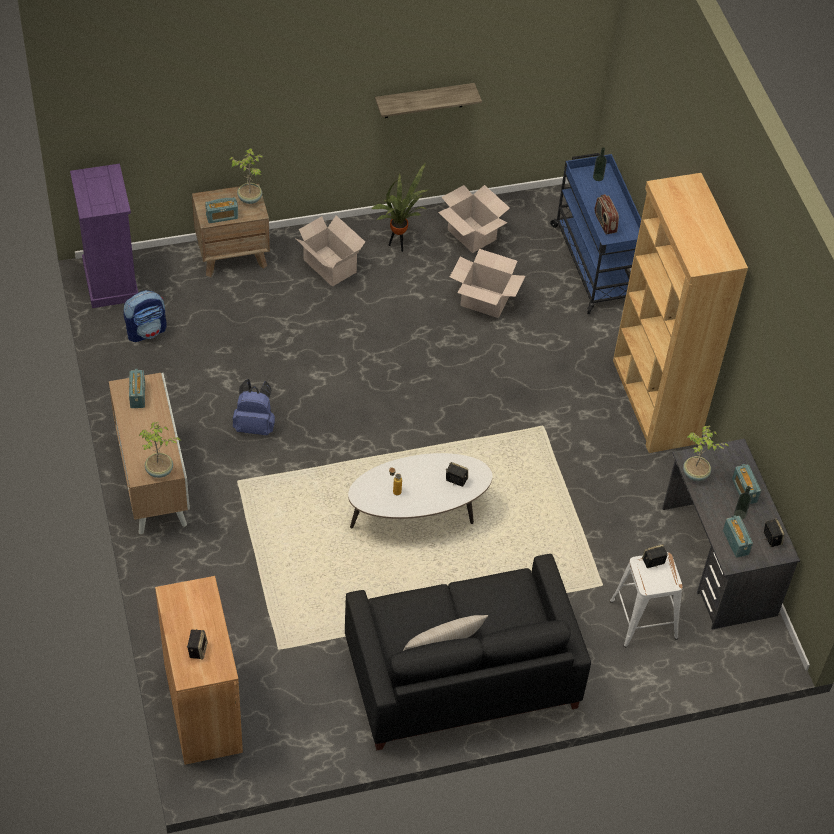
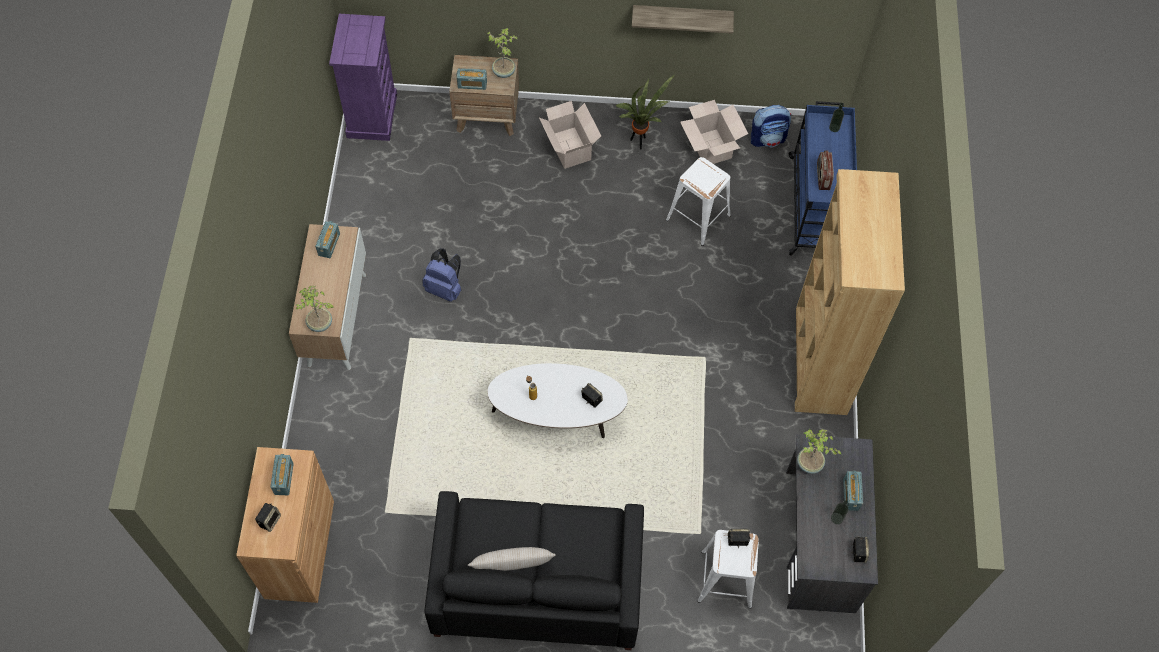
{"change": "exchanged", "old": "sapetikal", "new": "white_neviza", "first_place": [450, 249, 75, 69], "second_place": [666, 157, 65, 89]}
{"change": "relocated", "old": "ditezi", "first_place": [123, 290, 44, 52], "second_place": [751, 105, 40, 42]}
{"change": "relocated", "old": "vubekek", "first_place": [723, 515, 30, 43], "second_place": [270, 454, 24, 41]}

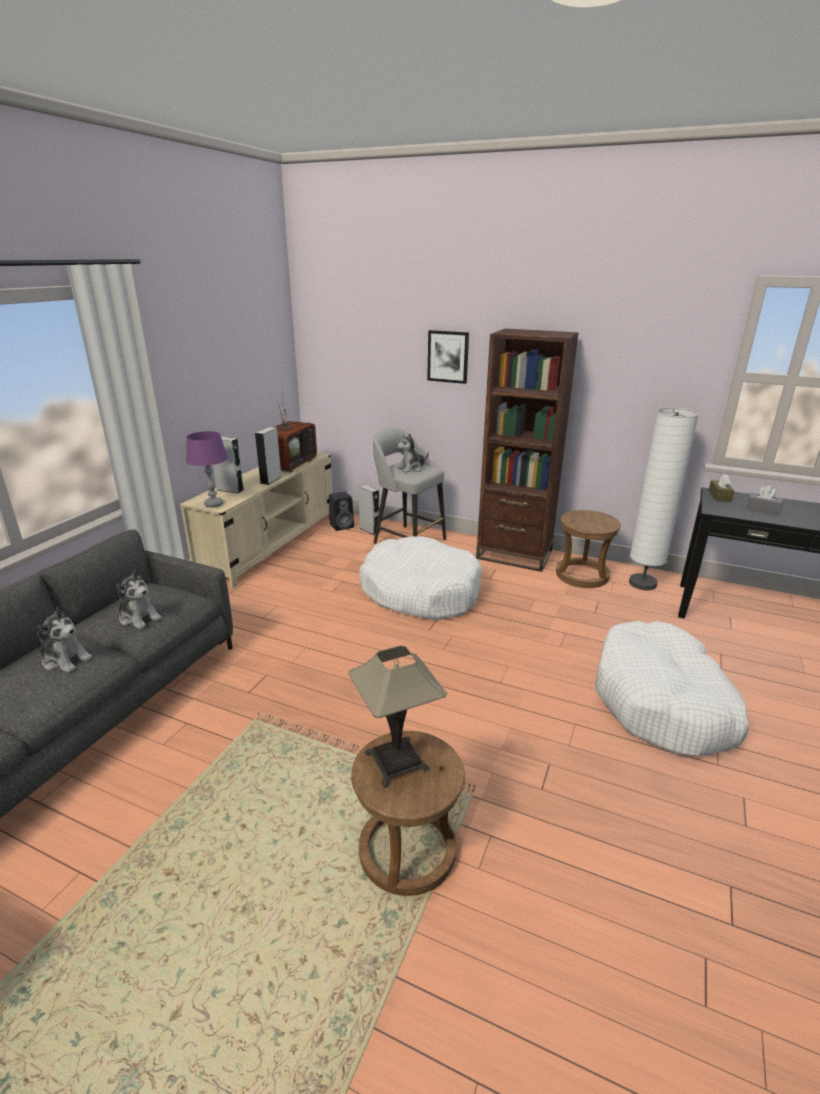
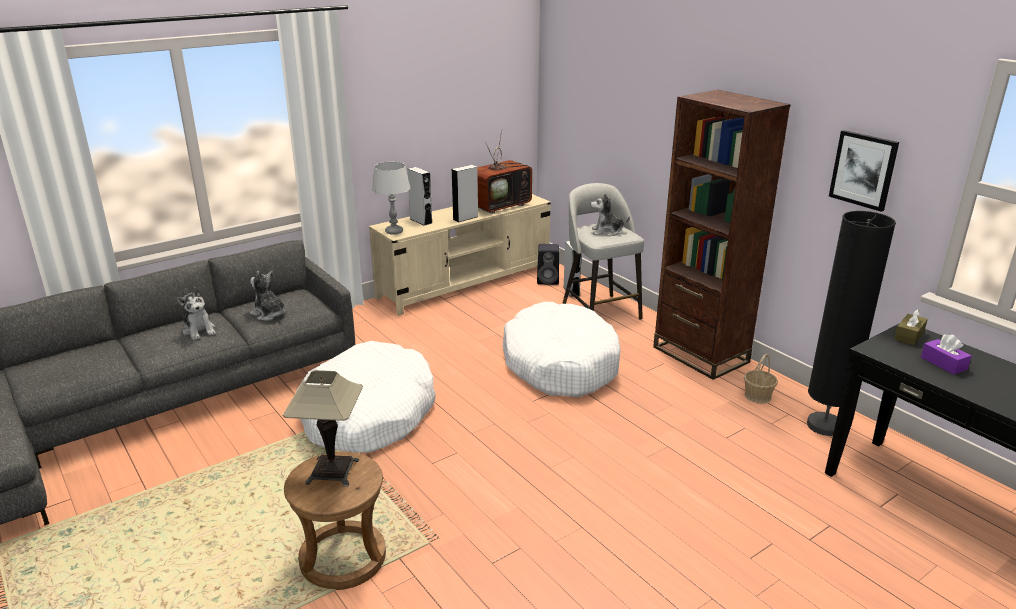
{"change": "relocated", "old": "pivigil", "first_place": [427, 330, 42, 54], "second_place": [829, 130, 70, 82]}
{"change": "colour", "old": "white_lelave", "new": "black_lelave", "first_place": [629, 408, 70, 182], "second_place": [807, 211, 89, 225]}
{"change": "colour", "old": "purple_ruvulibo", "new": "grey_ruvulibo", "first_place": [186, 431, 42, 76], "second_place": [372, 162, 38, 73]}
{"change": "colour", "old": "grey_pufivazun", "new": "purple_pufivazun", "first_place": [746, 486, 37, 29], "second_place": [921, 334, 51, 41]}
{"change": "exchanged", "old": "brown_neviza", "new": "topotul", "first_place": [556, 510, 65, 78], "second_place": [744, 354, 34, 50]}
{"change": "spun", "old": "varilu", "first_place": [116, 570, 46, 59], "second_place": [250, 271, 35, 50], "degrees": 150}
{"change": "relocated", "old": "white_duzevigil", "first_place": [595, 621, 154, 135], "second_place": [296, 341, 140, 112]}

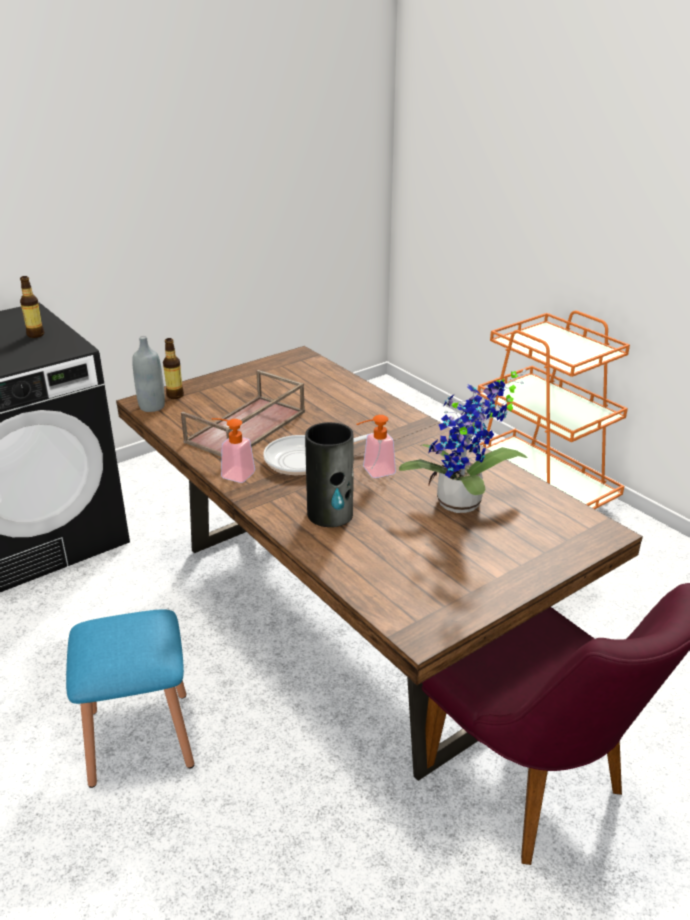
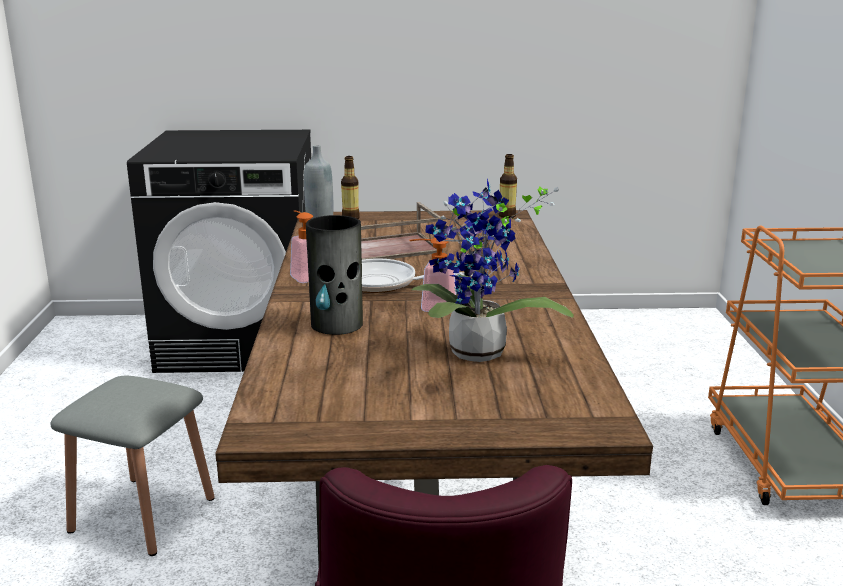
{"change": "relocated", "old": "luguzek", "first_place": [20, 276, 24, 62], "second_place": [499, 154, 18, 64]}
{"change": "colour", "old": "blue_neviza", "new": "grey_neviza", "first_place": [66, 609, 128, 179], "second_place": [50, 376, 165, 180]}

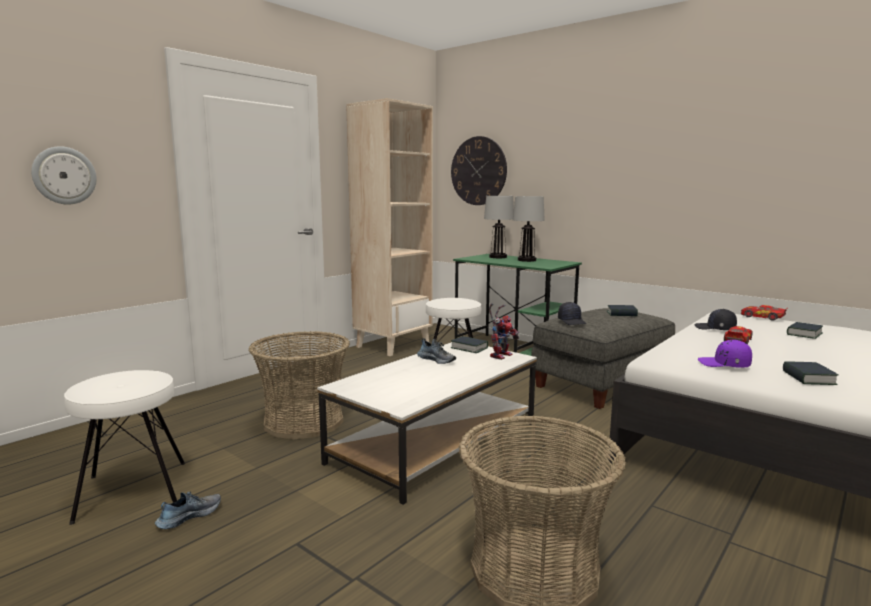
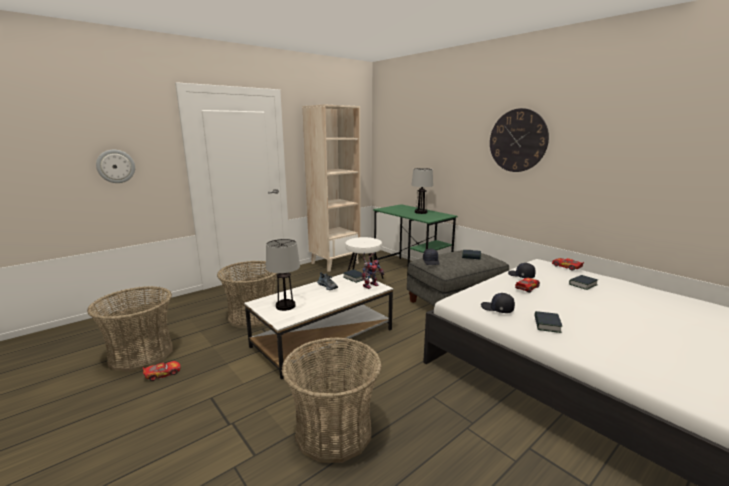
{"change": "relocated", "old": "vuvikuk", "first_place": [451, 136, 56, 69], "second_place": [490, 108, 59, 64]}
{"change": "relocated", "old": "ruvulibo", "first_place": [484, 196, 30, 62], "second_place": [266, 239, 34, 72]}
{"change": "colour", "old": "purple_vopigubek", "new": "black_vopigubek", "first_place": [698, 340, 54, 28], "second_place": [481, 293, 34, 20]}
{"change": "exchanged", "old": "white_neviza", "new": "topotul", "first_place": [64, 370, 121, 155], "second_place": [87, 286, 86, 86]}
{"change": "exchanged", "old": "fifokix", "new": "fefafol", "first_place": [155, 491, 66, 38], "second_place": [143, 361, 38, 20]}

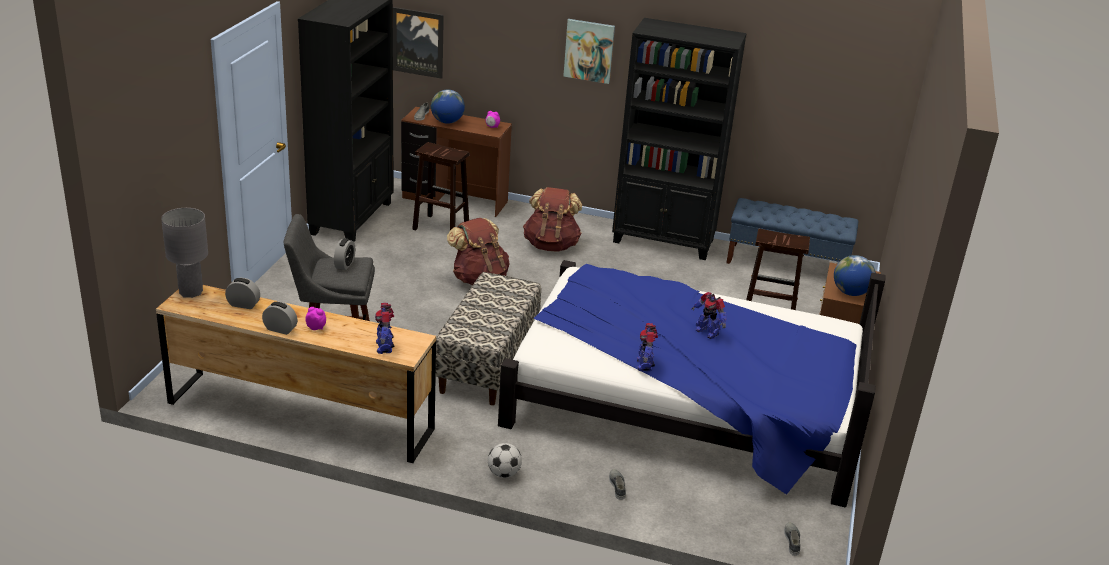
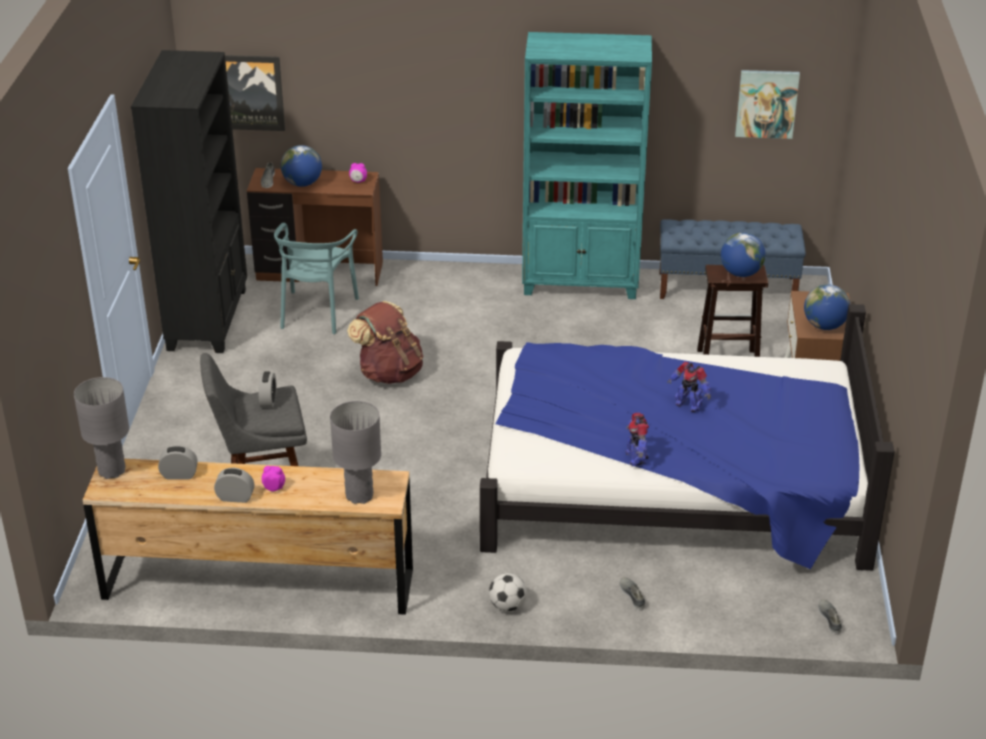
{"change": "colour", "old": "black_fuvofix", "new": "turquoise_fuvofix", "first_place": [612, 18, 135, 242], "second_place": [522, 32, 130, 267]}
{"change": "relocated", "old": "pivigil", "first_place": [563, 19, 52, 65], "second_place": [735, 70, 65, 69]}
{"change": "exchanged", "old": "brown_neviza", "new": "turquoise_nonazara", "first_place": [412, 142, 57, 88], "second_place": [274, 223, 85, 111]}
{"change": "missing", "old": "brown_ditezi", "first_place": [523, 187, 59, 65]}
{"change": "missing", "old": "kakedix", "first_place": [436, 272, 105, 133]}
{"change": "exchanged", "old": "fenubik", "new": "grey_ruvulibo", "first_place": [375, 303, 20, 51], "second_place": [330, 401, 51, 103]}
{"change": "appeared", "new": "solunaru", "second_place": [721, 233, 45, 44]}

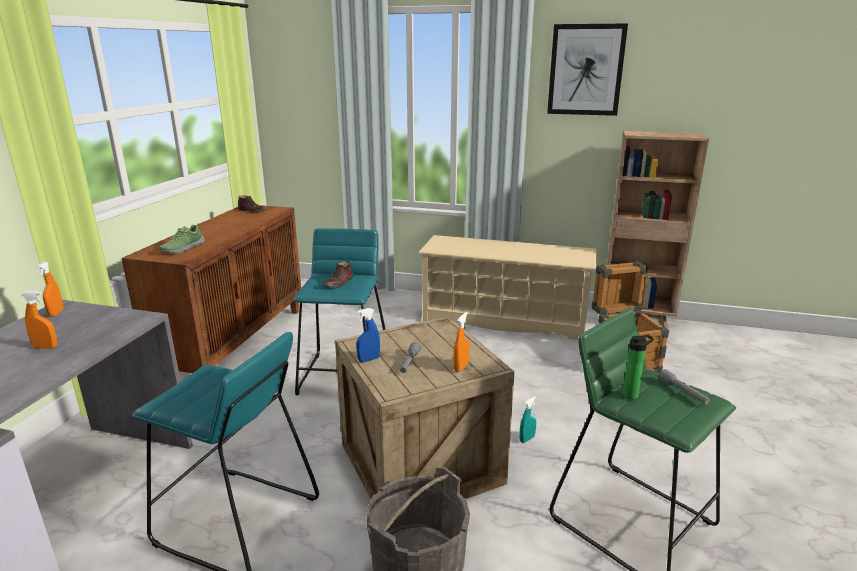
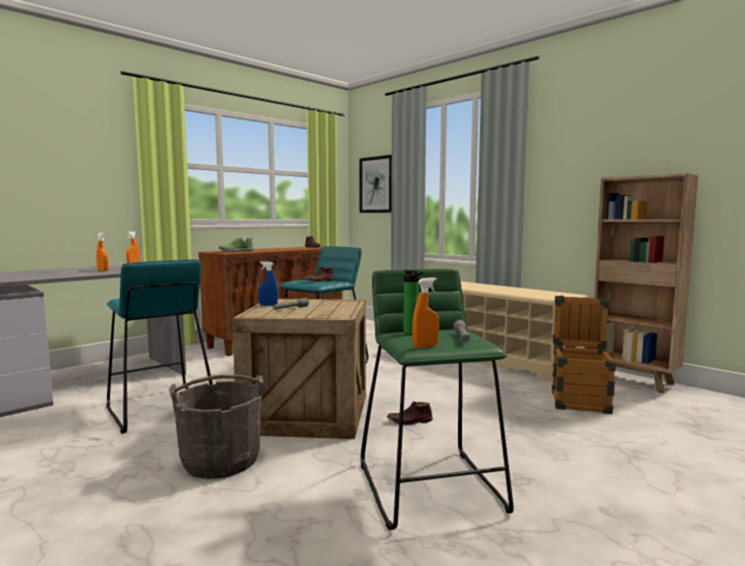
{"change": "relocated", "old": "pivigil", "first_place": [547, 24, 81, 92], "second_place": [359, 155, 33, 58]}
{"change": "relocated", "old": "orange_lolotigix", "first_place": [453, 312, 16, 60], "second_place": [412, 277, 27, 71]}
{"change": "exchanged", "old": "turquoise_lolotigix", "new": "brown_fifokix", "first_place": [519, 396, 17, 47], "second_place": [387, 401, 46, 24]}

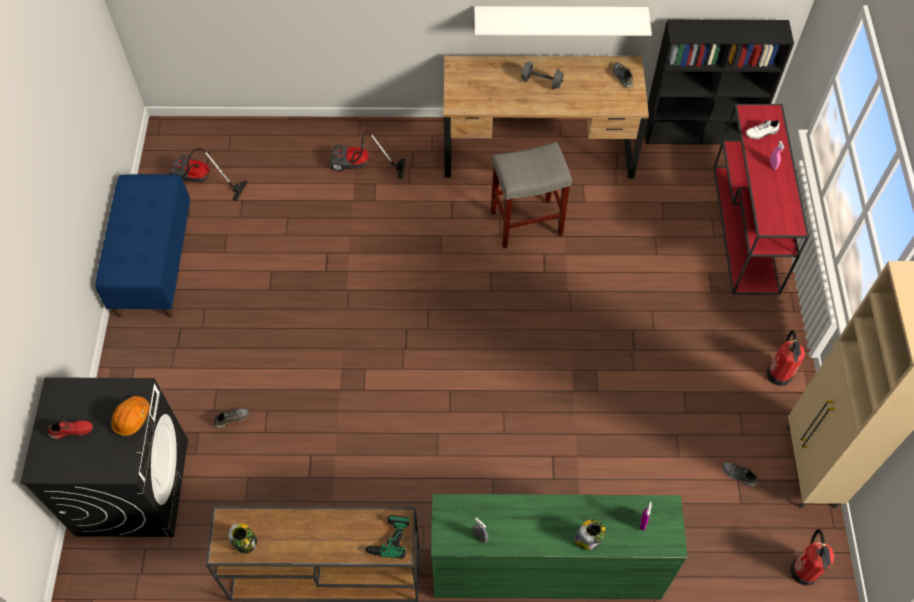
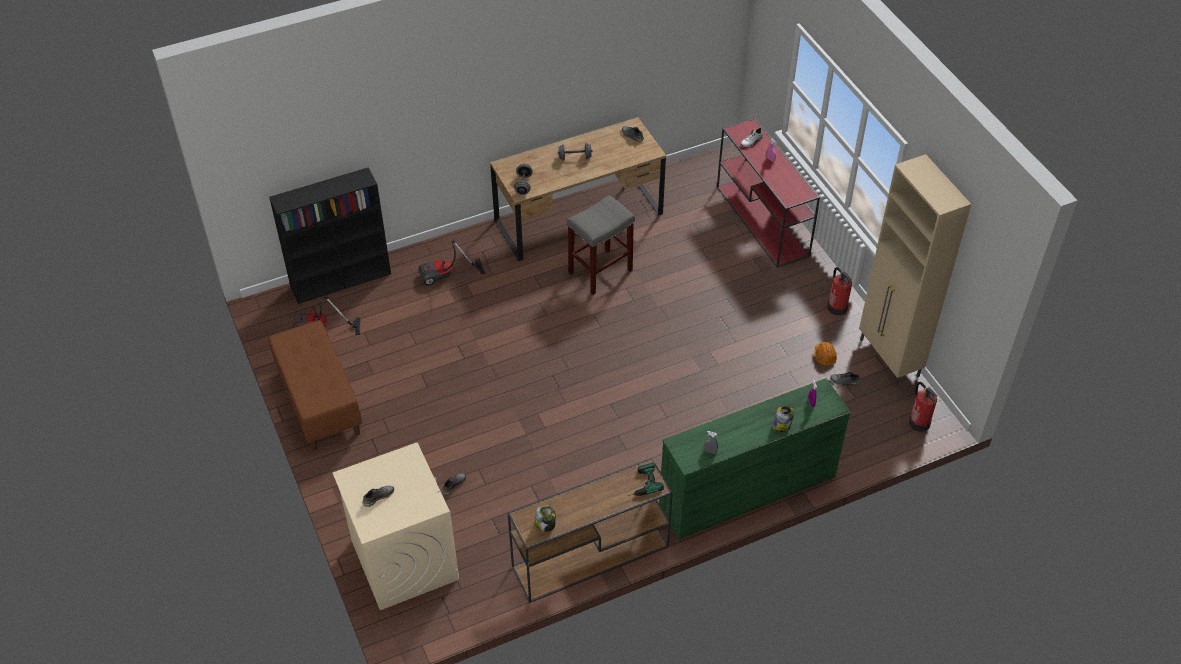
{"change": "missing", "old": "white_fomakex", "first_place": [475, 6, 177, 30]}
{"change": "relocated", "old": "black_fuvofix", "first_place": [645, 20, 149, 124], "second_place": [269, 167, 122, 137]}
{"change": "colour", "old": "blue_kakedix", "new": "brown_kakedix", "first_place": [96, 174, 94, 143], "second_place": [269, 320, 93, 130]}
{"change": "colour", "old": "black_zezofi", "new": "beige_zezofi", "first_place": [20, 377, 168, 160], "second_place": [333, 443, 126, 167]}
{"change": "relocated", "old": "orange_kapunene", "first_place": [111, 396, 39, 40], "second_place": [814, 342, 23, 24]}
{"change": "colour", "old": "red_fifokix", "new": "grey_fifokix", "first_place": [48, 420, 45, 19], "second_place": [363, 486, 31, 21]}
{"change": "appeared", "new": "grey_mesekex", "second_place": [514, 163, 19, 32]}

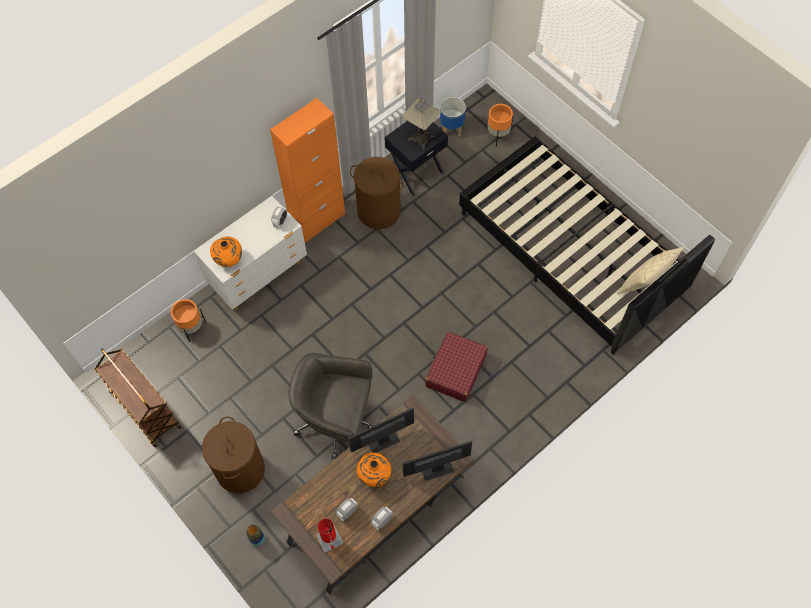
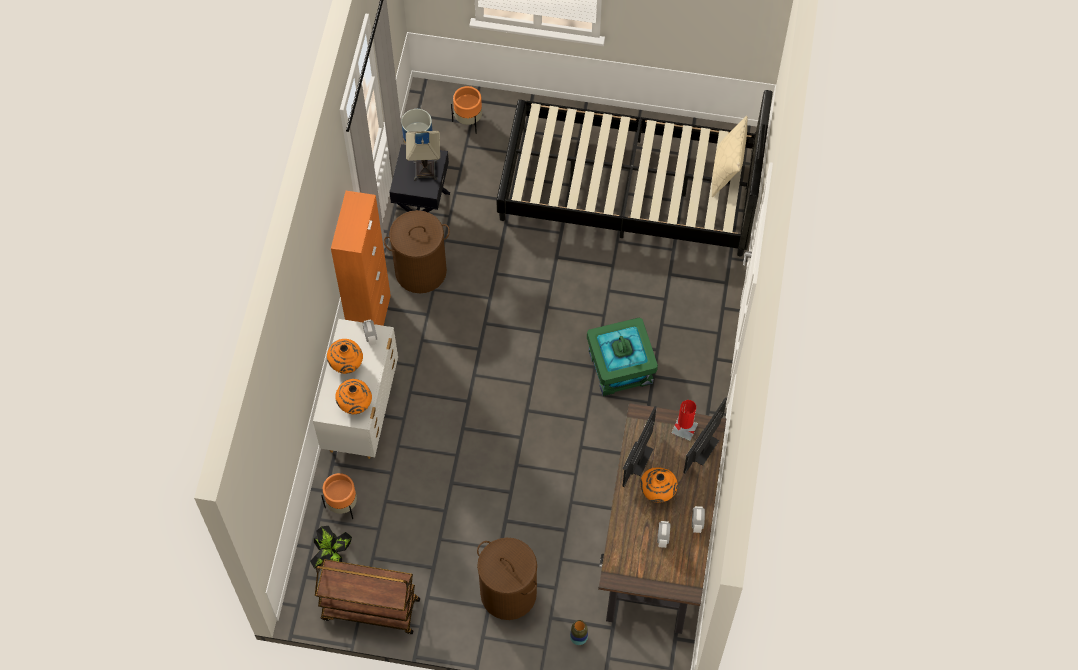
{"change": "exchanged", "old": "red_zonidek", "new": "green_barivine", "first_place": [425, 332, 63, 70], "second_place": [587, 317, 71, 79]}
{"change": "missing", "old": "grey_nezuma", "first_place": [288, 353, 85, 106]}
{"change": "relocated", "old": "red_ruvulibo", "first_place": [316, 519, 27, 34], "second_place": [671, 400, 27, 41]}
{"change": "appeared", "new": "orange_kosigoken", "second_place": [327, 339, 36, 35]}
{"change": "appeared", "new": "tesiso", "second_place": [310, 526, 42, 43]}

